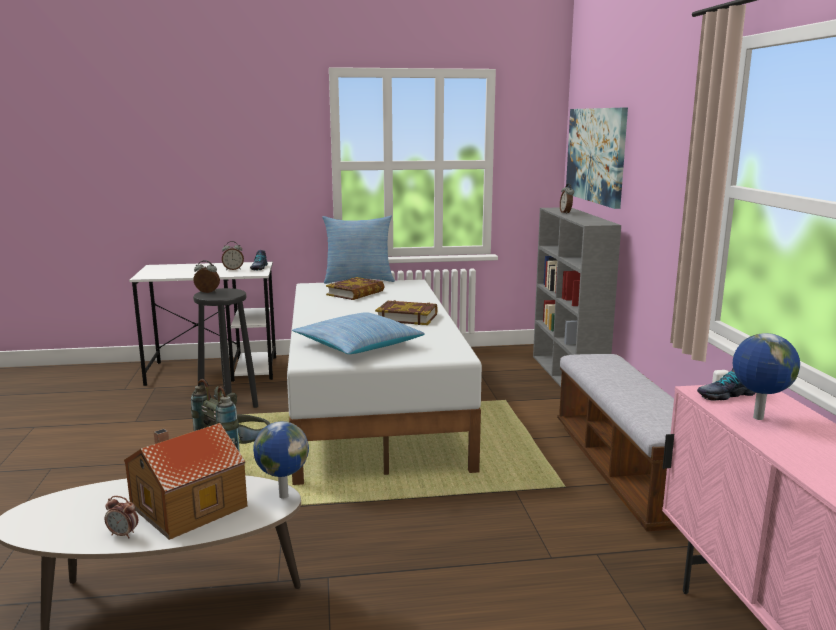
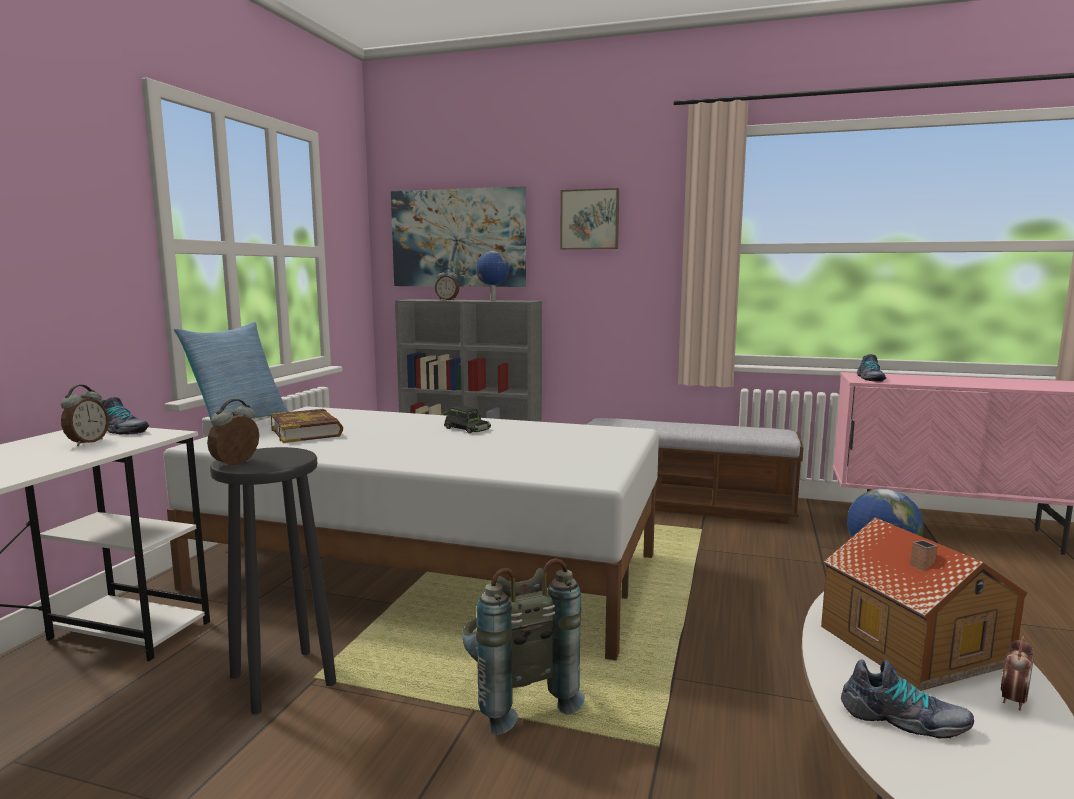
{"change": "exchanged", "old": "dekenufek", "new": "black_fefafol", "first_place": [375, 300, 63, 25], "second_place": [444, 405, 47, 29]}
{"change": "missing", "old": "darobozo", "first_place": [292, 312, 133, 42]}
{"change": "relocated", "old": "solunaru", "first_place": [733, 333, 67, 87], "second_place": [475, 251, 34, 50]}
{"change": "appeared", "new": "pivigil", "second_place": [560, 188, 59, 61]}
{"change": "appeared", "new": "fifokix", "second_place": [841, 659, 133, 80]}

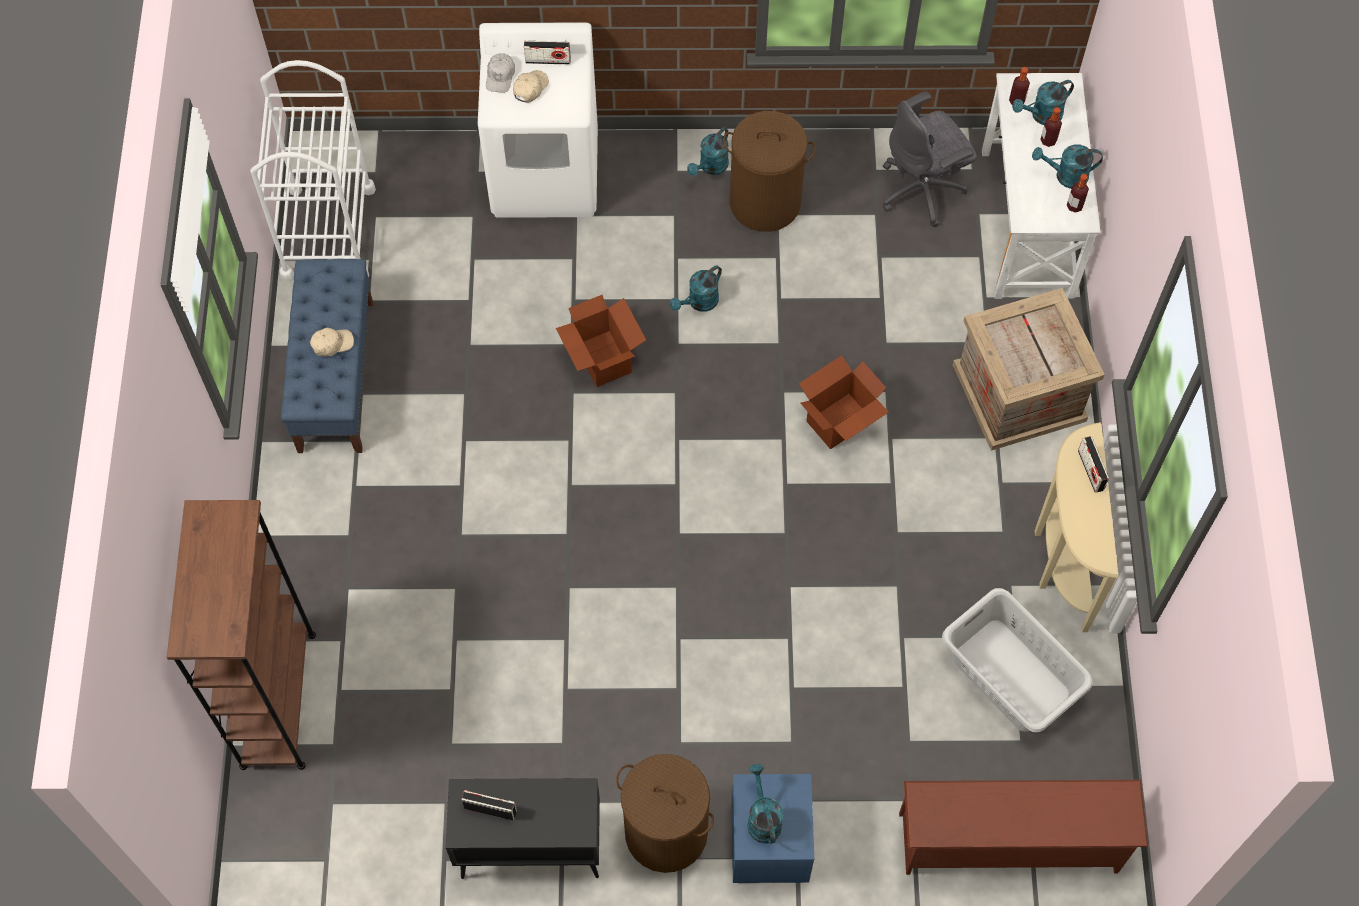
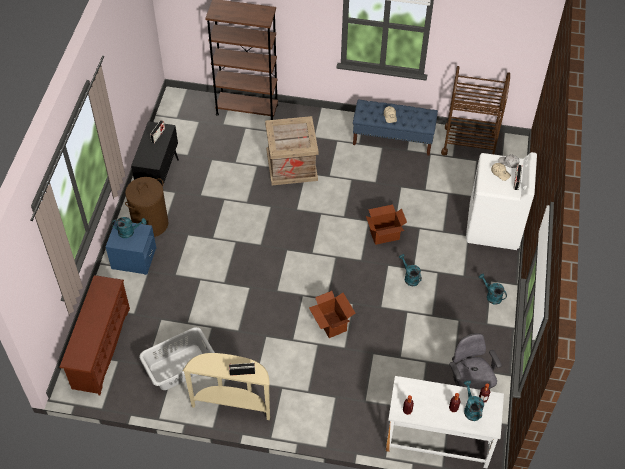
{"change": "colour", "old": "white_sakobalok", "new": "brown_sakobalok", "first_place": [250, 60, 126, 222], "second_place": [441, 66, 69, 90]}
{"change": "missing", "old": "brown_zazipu", "first_place": [723, 111, 93, 121]}
{"change": "missing", "old": "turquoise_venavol", "first_place": [1032, 144, 71, 45]}
{"change": "relocated", "old": "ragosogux", "first_place": [953, 288, 152, 163], "second_place": [265, 116, 54, 69]}

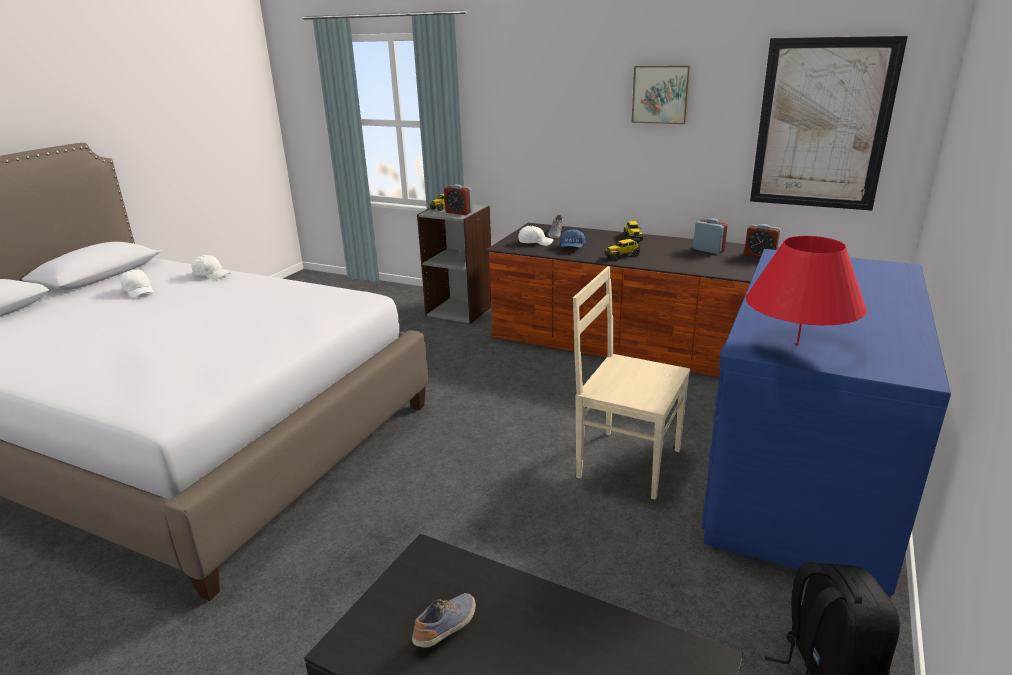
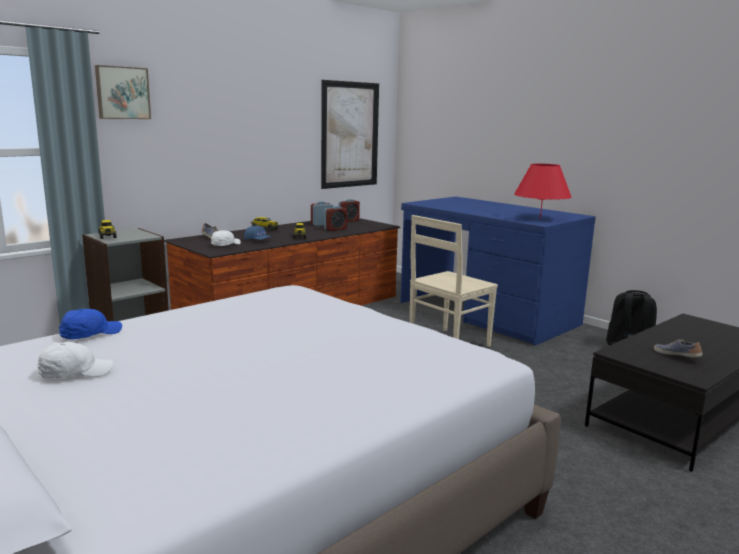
{"change": "relocated", "old": "pivigil", "first_place": [631, 65, 60, 59], "second_place": [95, 65, 56, 54]}
{"change": "relocated", "old": "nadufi", "first_place": [444, 184, 29, 31], "second_place": [324, 206, 23, 25]}
{"change": "colour", "old": "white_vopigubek", "new": "blue_vopigubek", "first_place": [191, 255, 40, 25], "second_place": [59, 309, 63, 31]}

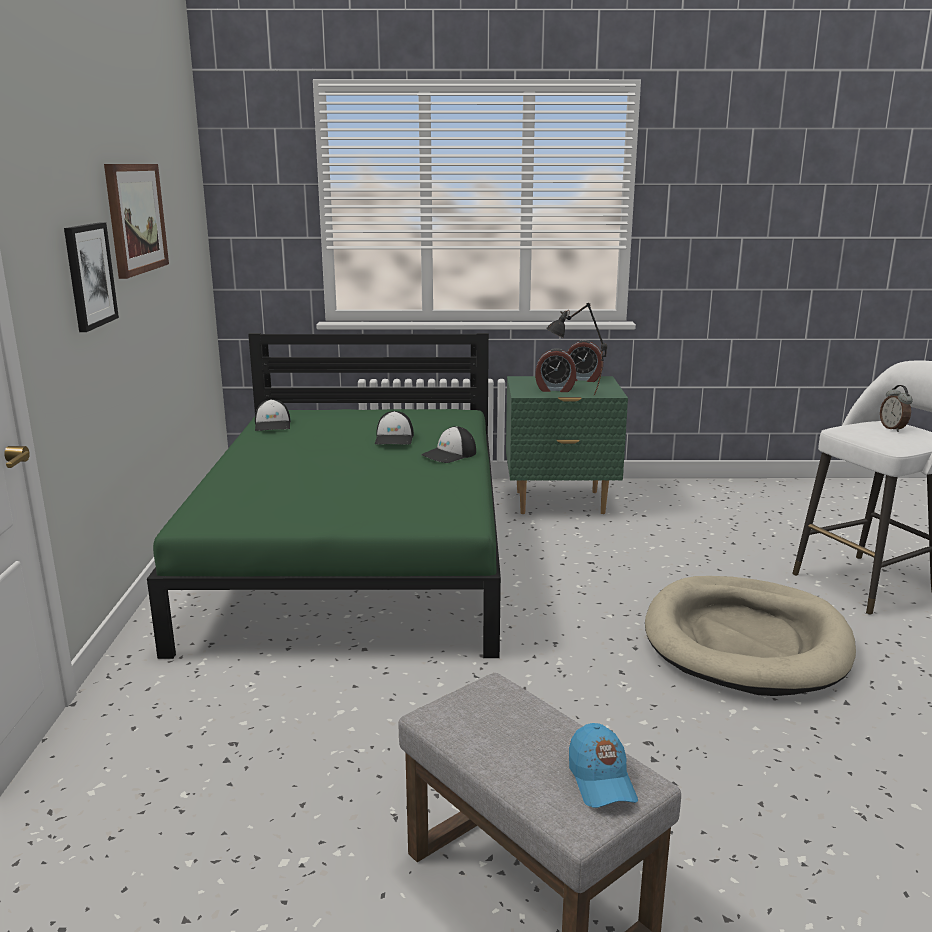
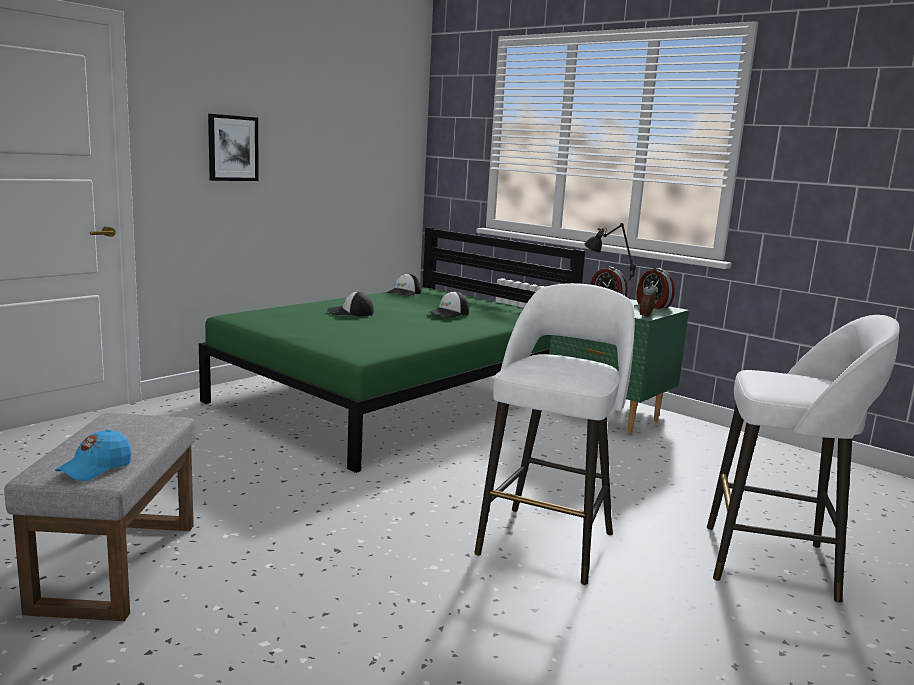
{"change": "missing", "old": "pivigil", "first_place": [104, 164, 65, 115]}
{"change": "relocated", "old": "nadufi", "first_place": [880, 385, 33, 47], "second_place": [640, 281, 18, 37]}
{"change": "relocated", "old": "vopigubek", "first_place": [421, 426, 55, 37], "second_place": [327, 291, 47, 25]}
{"change": "exchanged", "old": "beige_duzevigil", "new": "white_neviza", "first_place": [645, 576, 211, 120], "second_place": [475, 283, 160, 302]}

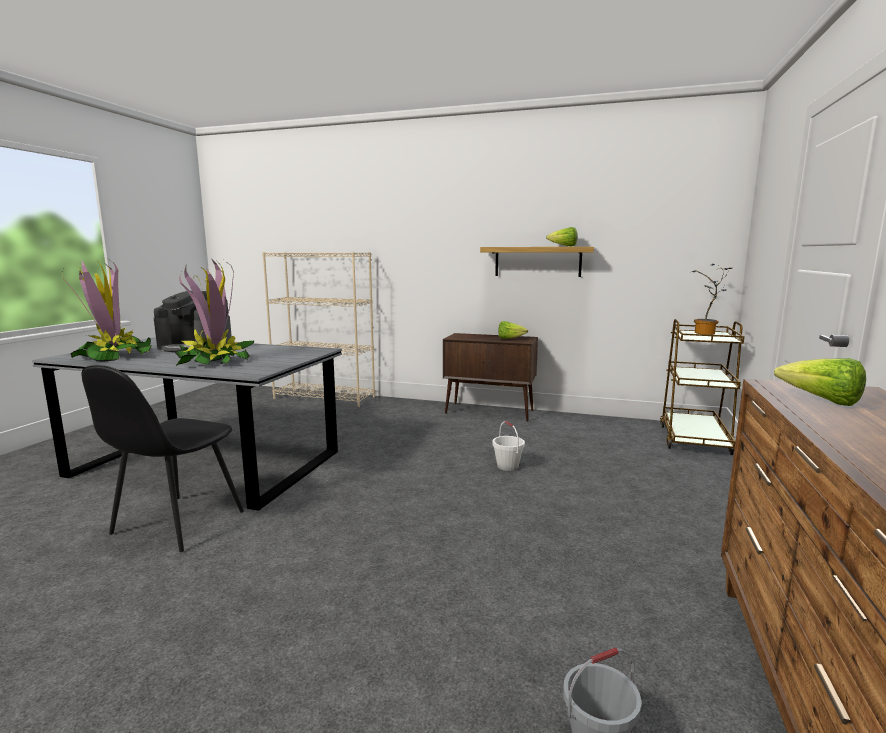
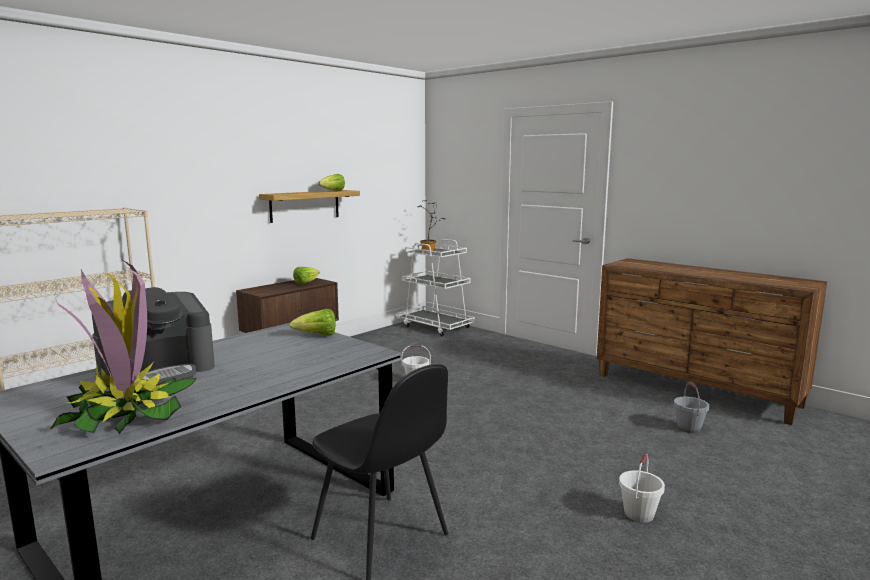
{"change": "missing", "old": "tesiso", "first_place": [174, 259, 81, 107]}
{"change": "colour", "old": "brown_sakobalok", "new": "white_sakobalok", "first_place": [660, 319, 85, 136], "second_place": [398, 239, 77, 97]}
{"change": "relocated", "old": "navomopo", "first_place": [774, 358, 92, 48], "second_place": [289, 309, 47, 27]}
{"change": "appeared", "new": "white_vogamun", "second_place": [619, 454, 46, 69]}

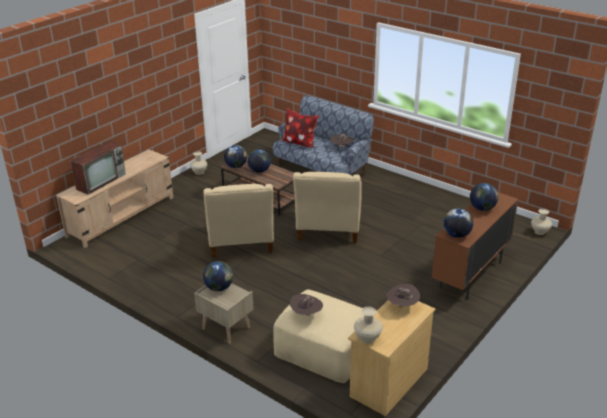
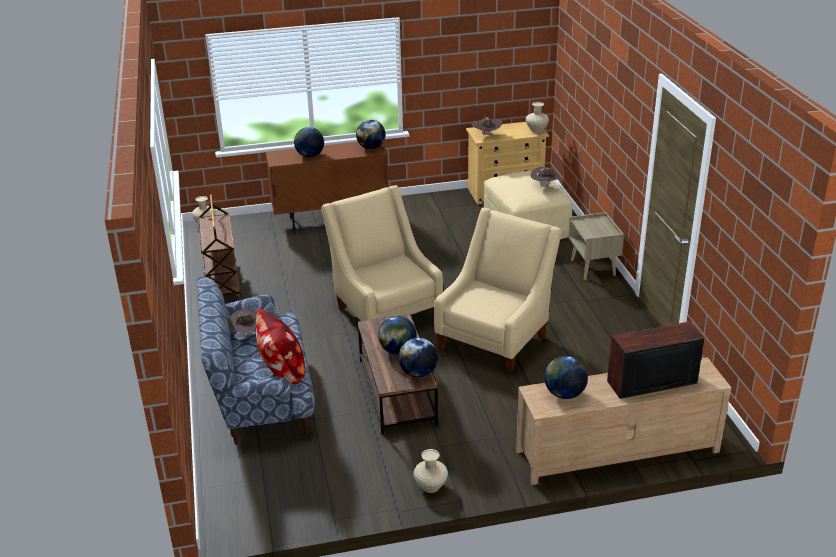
{"change": "spun", "old": "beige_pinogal", "first_place": [293, 172, 69, 71], "second_place": [321, 185, 122, 136], "degrees": -75}
{"change": "relocated", "old": "solunaru", "first_place": [203, 261, 30, 30], "second_place": [544, 356, 44, 43]}
{"change": "appeared", "new": "brown_sakobalok", "second_place": [198, 194, 43, 107]}

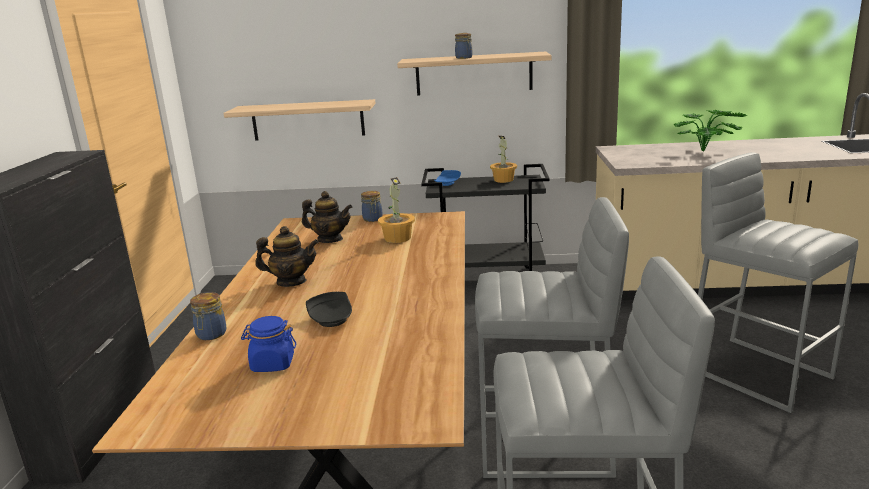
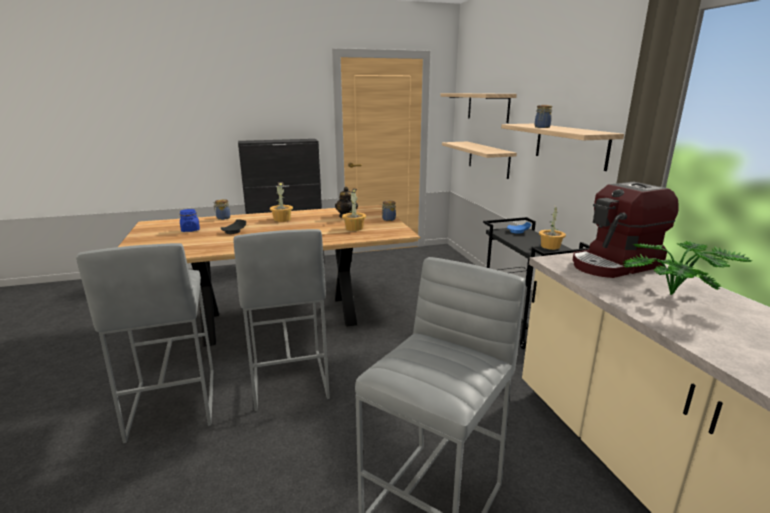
{"change": "exchanged", "old": "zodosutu", "new": "tesiso", "first_place": [255, 226, 64, 61], "second_place": [270, 182, 23, 40]}
{"change": "appeared", "new": "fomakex", "second_place": [440, 93, 77, 30]}
{"change": "appeared", "new": "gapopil", "second_place": [573, 182, 106, 96]}

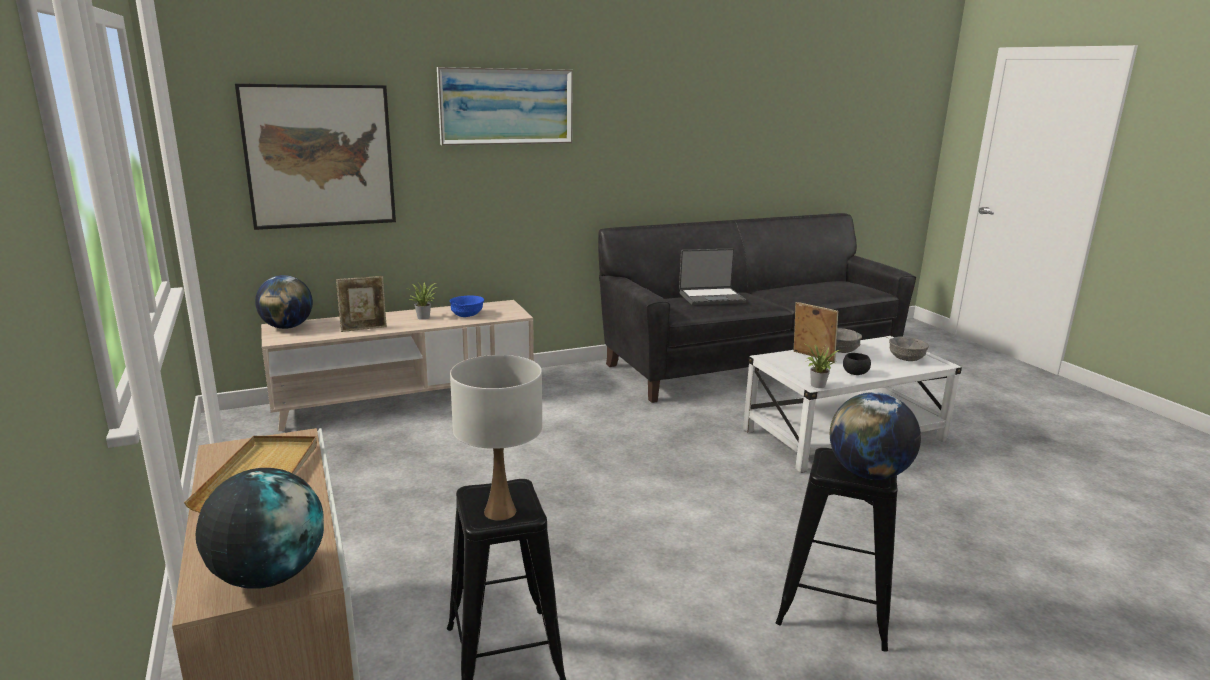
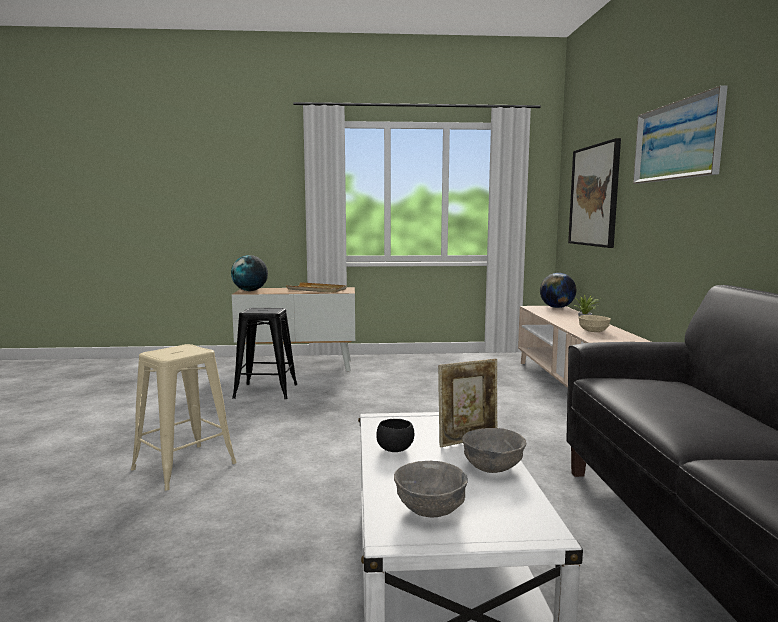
{"change": "missing", "old": "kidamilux", "first_place": [679, 248, 67, 57]}
{"change": "missing", "old": "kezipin", "first_place": [336, 276, 51, 56]}
{"change": "colour", "old": "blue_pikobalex", "new": "beige_pikobalex", "first_place": [450, 295, 34, 22], "second_place": [578, 315, 33, 17]}
{"change": "missing", "old": "tesiso", "first_place": [806, 344, 34, 44]}
{"change": "missing", "old": "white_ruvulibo", "first_place": [450, 355, 92, 166]}
{"change": "missing", "old": "solunaru", "first_place": [830, 392, 91, 88]}
{"change": "colour", "old": "black_neviza", "new": "beige_neviza", "first_place": [776, 448, 122, 204], "second_place": [131, 344, 106, 147]}

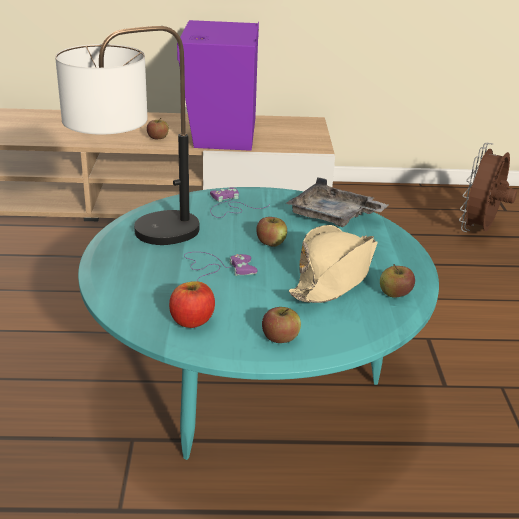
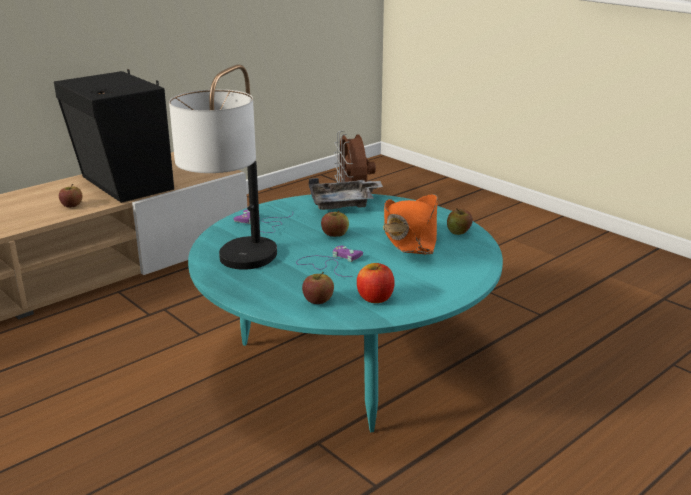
{"change": "colour", "old": "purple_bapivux", "new": "black_bapivux", "first_place": [177, 20, 82, 131], "second_place": [54, 69, 120, 134]}
{"change": "colour", "old": "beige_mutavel", "new": "orange_mutavel", "first_place": [289, 225, 89, 78], "second_place": [383, 194, 55, 60]}
{"change": "relocated", "old": "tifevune", "first_place": [262, 307, 39, 36], "second_place": [302, 272, 32, 32]}

